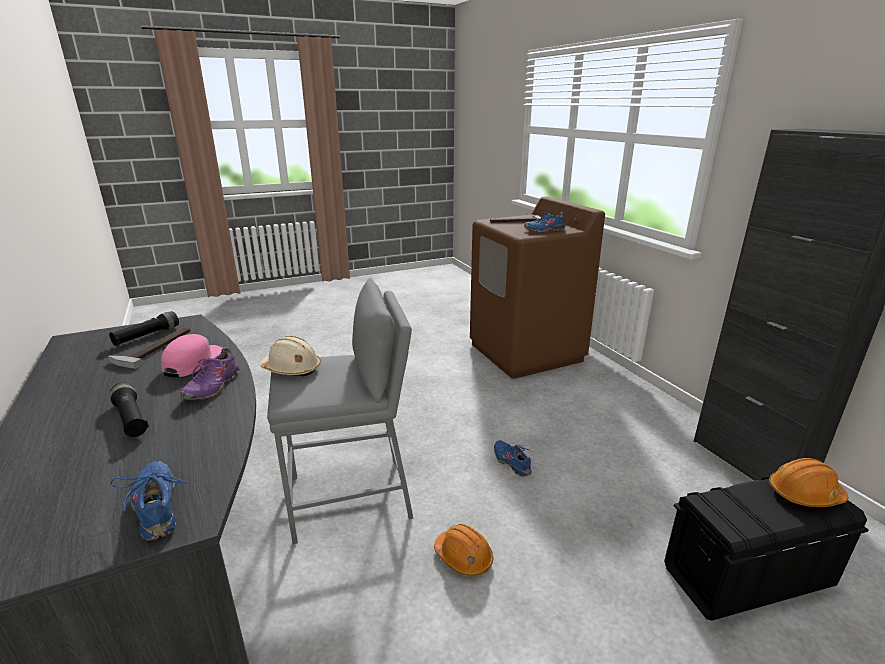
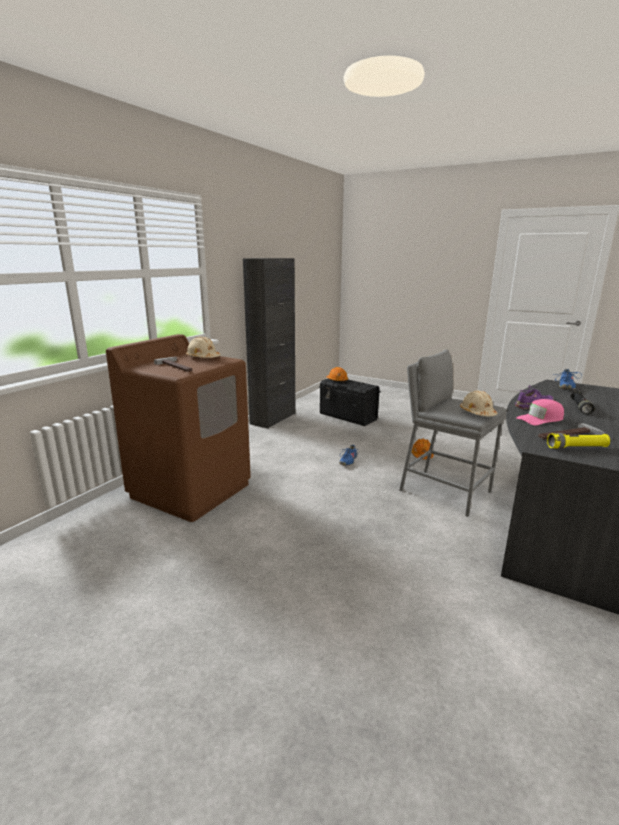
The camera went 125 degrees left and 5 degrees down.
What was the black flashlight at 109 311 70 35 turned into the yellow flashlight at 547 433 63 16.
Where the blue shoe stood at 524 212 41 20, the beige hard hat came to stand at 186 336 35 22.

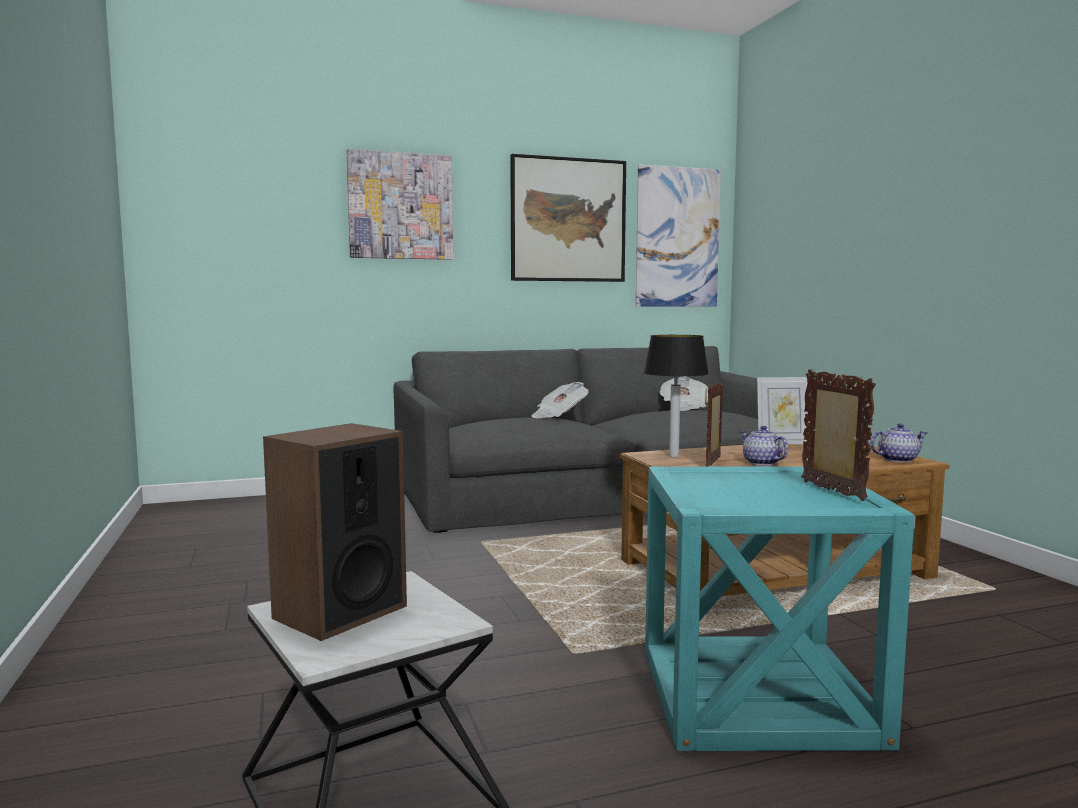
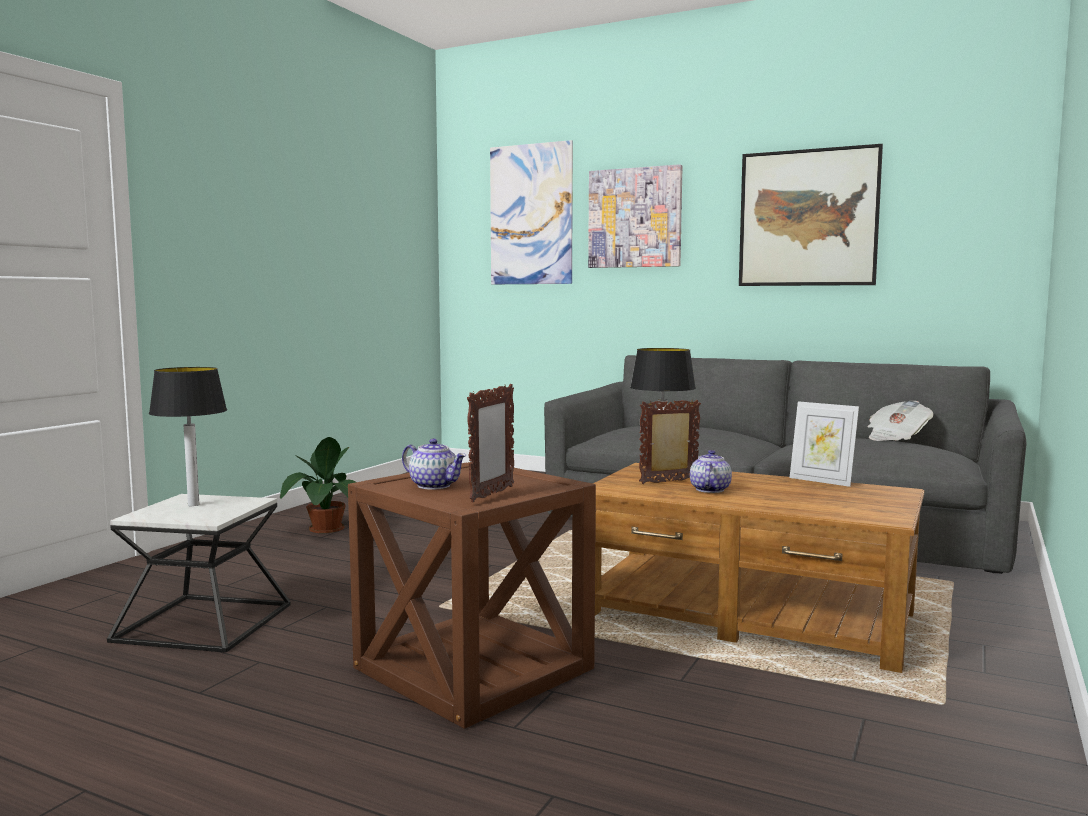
The camera went 45 degrees right and 0 degrees up.
Where the speaker stood at 263 423 144 218, the table lamp came to stand at 149 367 78 139.
The second view lost the newspaper at 531 382 58 36.
The picture ended up elsewhere, having gone from 636 164 85 143 to 490 140 83 144.
What was the turquoise side table at 645 466 269 285 turned into the brown side table at 348 462 248 267.
The teapot ended up elsewhere, having gone from 870 423 57 40 to 402 439 65 51.
The second view gained the potted plant at 280 437 76 96.

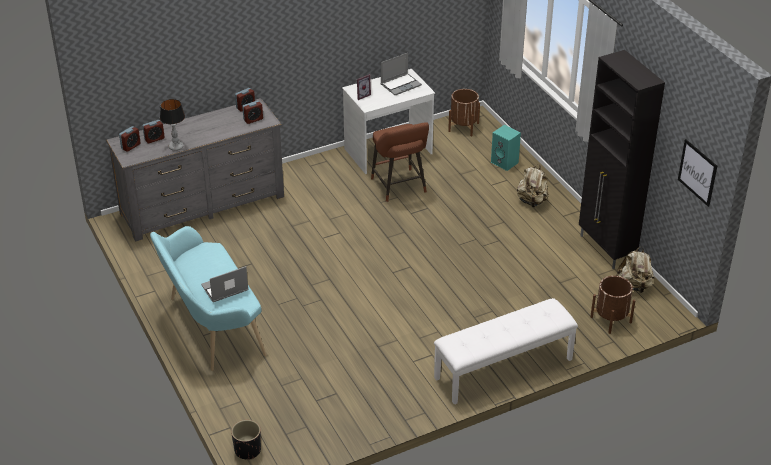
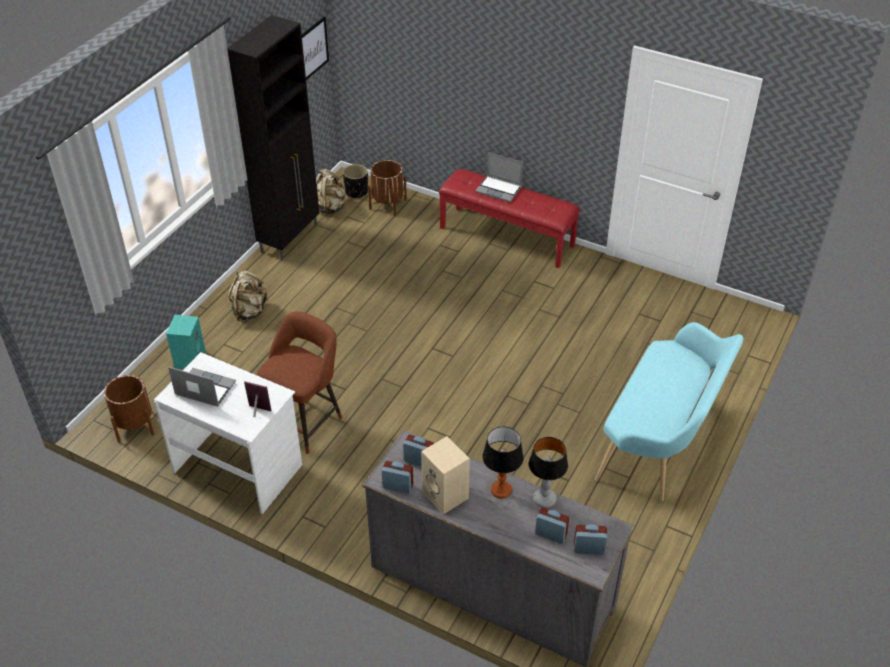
The camera went 125 degrees left and 5 degrees up.
The laptop ended up elsewhere, having gone from 201 266 48 36 to 475 152 48 50.
The black planter ended up elsewhere, having gone from 231 420 30 40 to 343 164 25 34.
What was the white bench at 434 298 144 106 turned into the red bench at 439 169 141 99.
The second view gained the beige speaker at 421 436 49 78.
The second view gained the table lamp at 482 427 42 71.

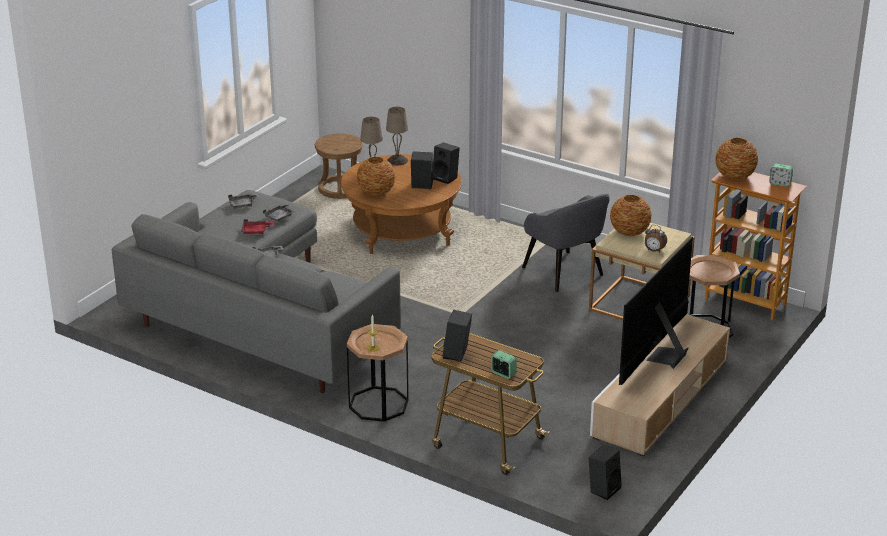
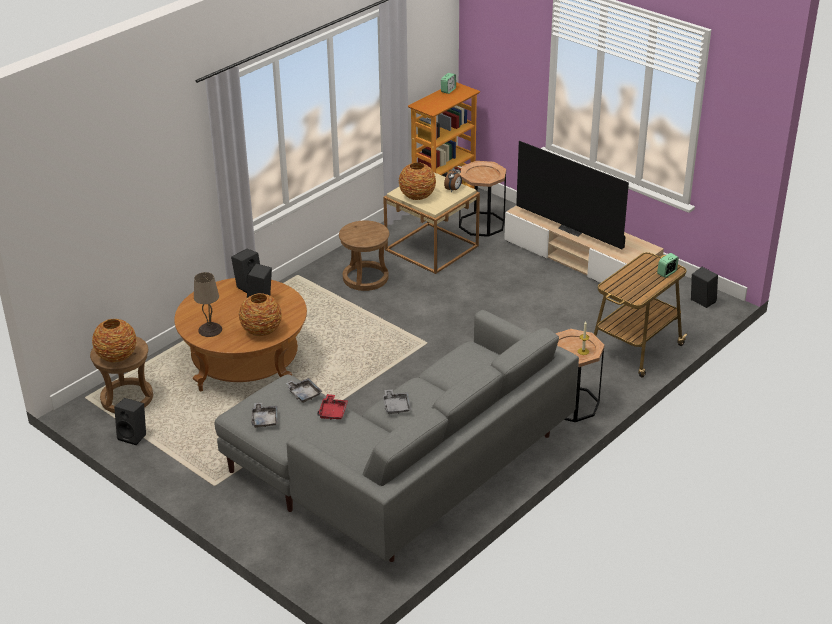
The camera went 80 degrees left and 5 degrees up.
The second view lost the beige table lamp at 386 107 22 58.
The black speaker ended up elsewhere, having gone from 442 309 30 52 to 114 398 32 47.
Where the grey armchair stood at 522 194 88 98, the brown stool came to stand at 339 221 50 70.
The vase ended up elsewhere, having gone from 715 138 43 42 to 92 319 45 43.

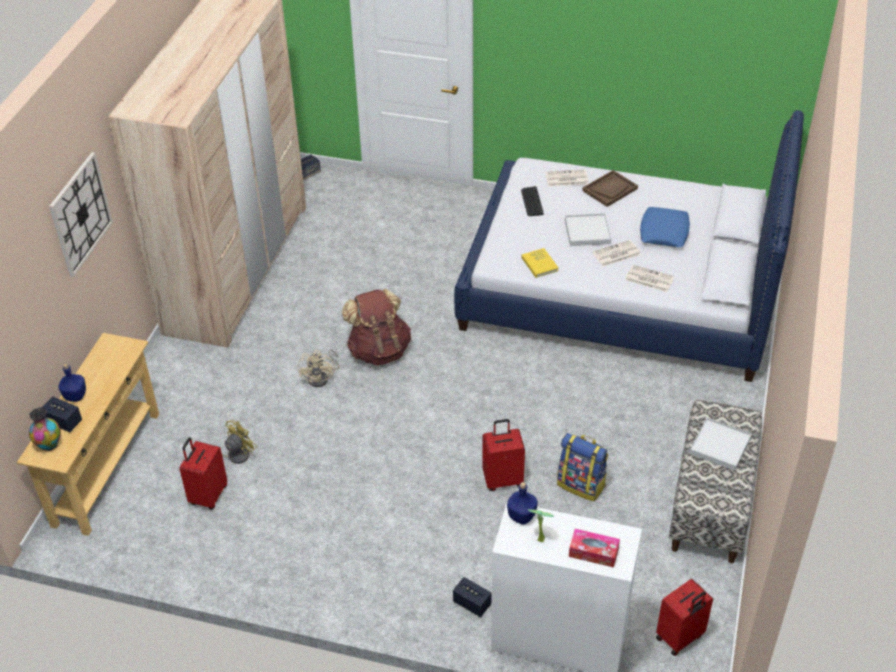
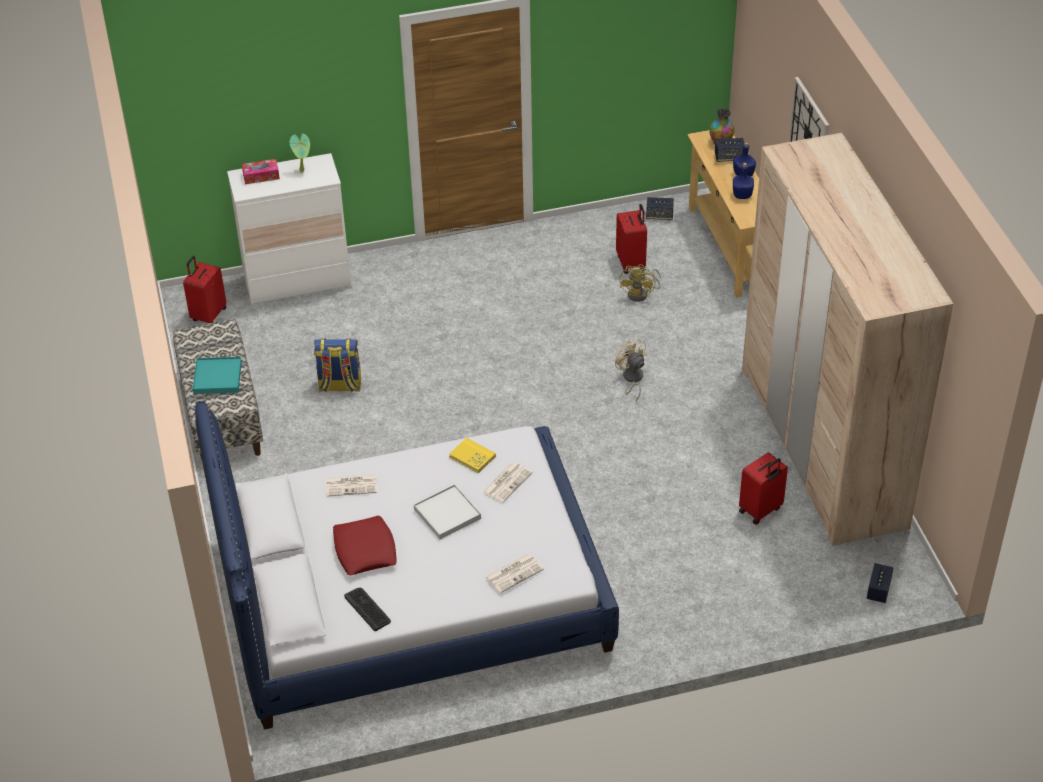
The camera went 150 degrees right and 0 degrees up.
The second view lost the brown backpack at 342 289 69 77.
The speaker ended up elsewhere, having gone from 453 577 39 40 to 646 197 28 23.
The red suitcase ended up elsewhere, having gone from 482 419 43 72 to 739 452 49 73.
The blue bottle ended up elsewhere, having gone from 507 482 31 43 to 733 163 21 36.
The keyboard ended up elsewhere, having gone from 521 186 23 30 to 344 588 47 43.
The second view lost the brown tray at 582 170 56 37.
The newspaper ended up elsewhere, having gone from 592 240 49 27 to 482 462 51 41.
What was the blue pillow at 640 207 50 41 turned into the red pillow at 333 516 64 60.
What was the white tray at 689 418 63 53 turned into the turquoise tray at 193 357 49 37.

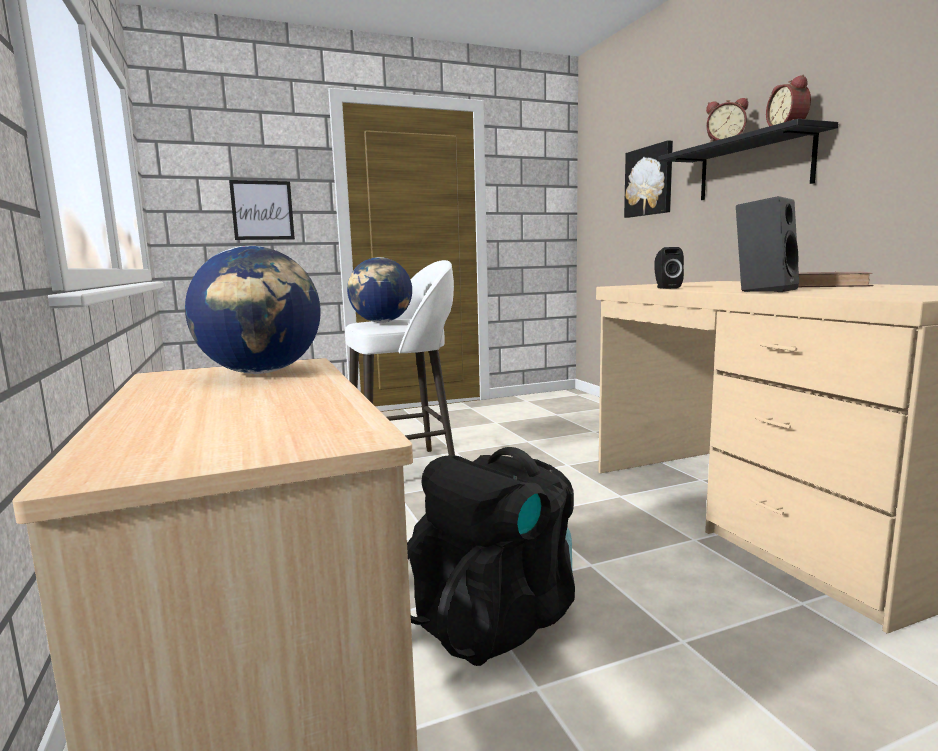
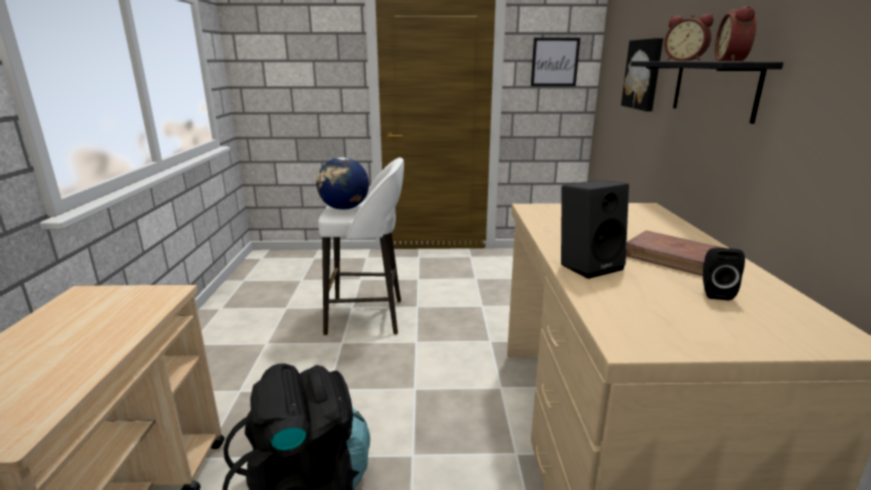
The camera went 20 degrees right and 10 degrees up.
The second view lost the globe at 185 246 136 128.
The picture ended up elsewhere, having gone from 229 180 66 60 to 531 38 49 48.
The black speaker ended up elsewhere, having gone from 654 247 30 42 to 703 248 42 53.

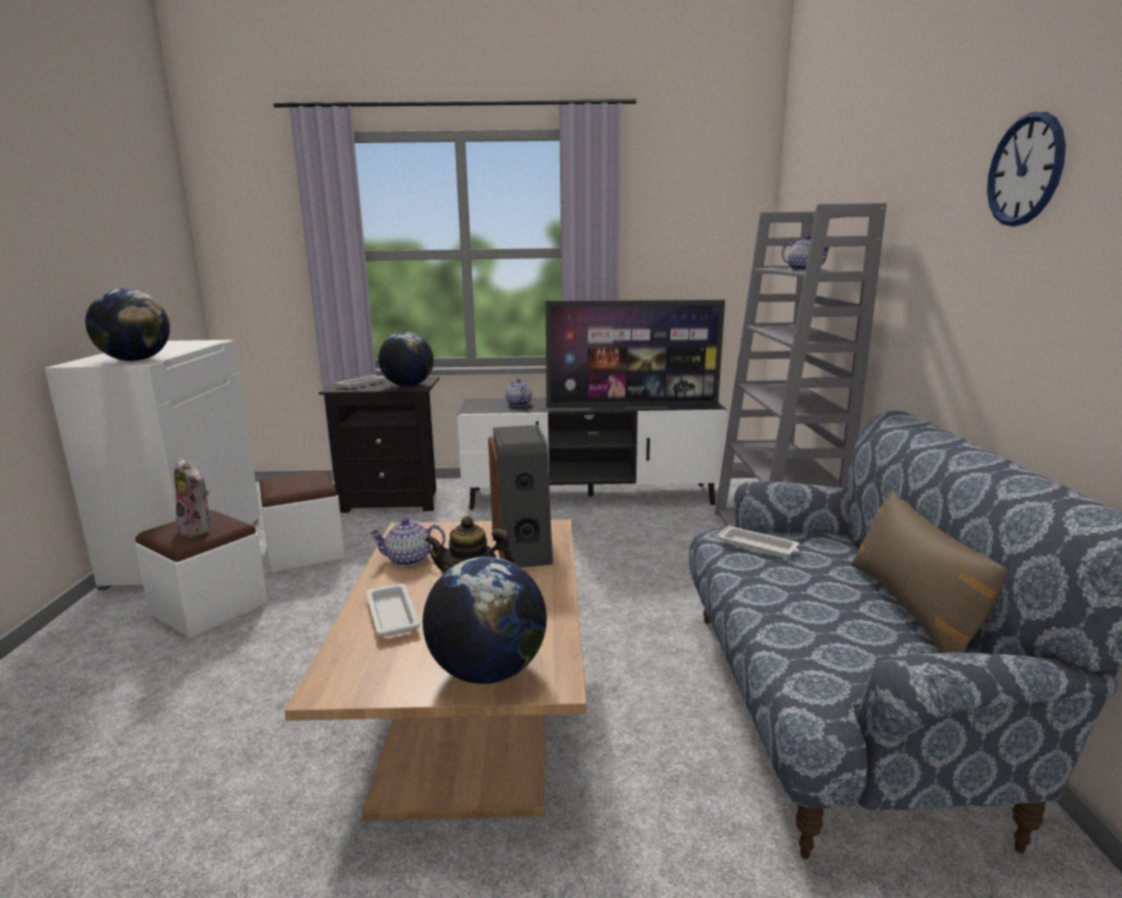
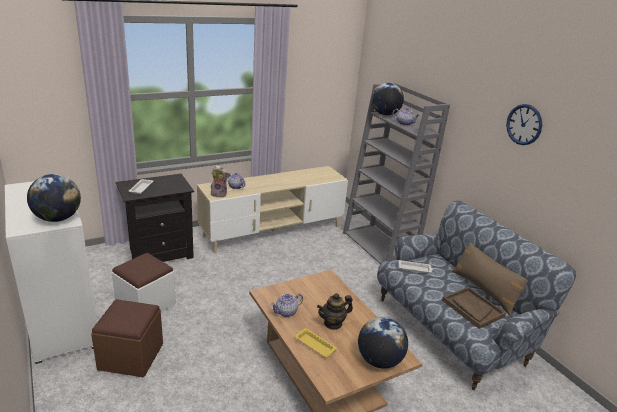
The camera went 30 degrees left and 10 degrees up.
What was the white ottoman at 135 510 134 129 turned into the brown ottoman at 91 299 72 78.
The plush toy ended up elsewhere, having gone from 174 458 37 79 to 211 165 19 33.
What was the white tray at 366 584 54 53 turned into the yellow tray at 295 328 42 30.
The globe ended up elsewhere, having gone from 378 332 56 55 to 372 83 32 32.
What was the black tv stand at 457 398 271 112 turned into the beige tv stand at 197 166 151 87.
The second view lost the speaker at 488 425 65 142.
The second view lost the television at 546 300 179 108.
The second view gained the brown tray at 442 287 64 42.

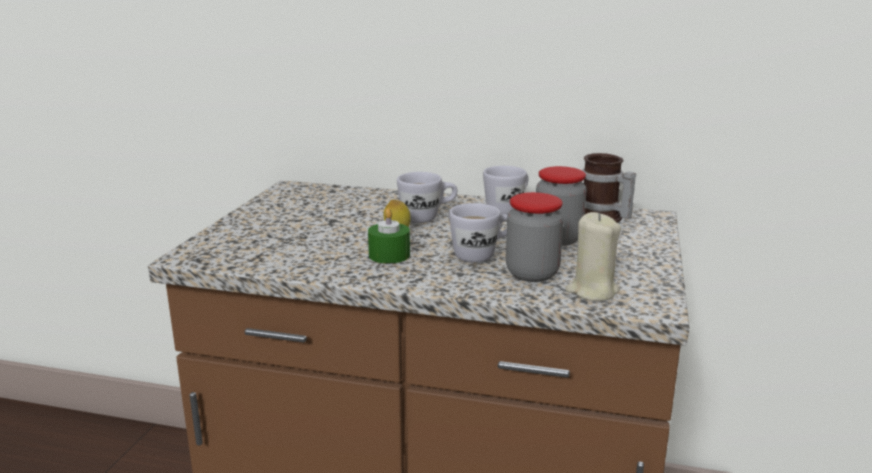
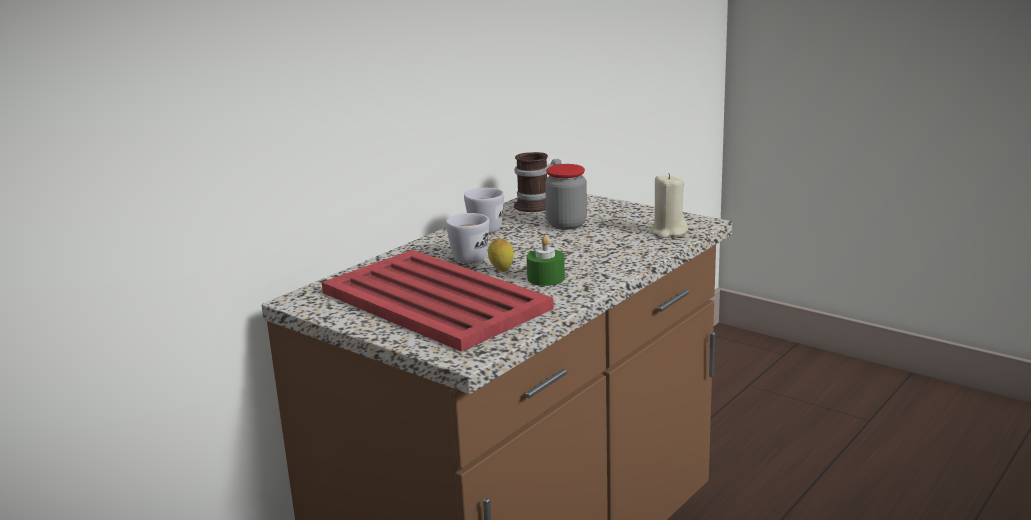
The camera went 65 degrees left and 0 degrees up.
The second view lost the white mug at 449 203 58 60.
The second view lost the jar at 506 192 58 90.
The second view gained the red tray at 322 250 232 102.

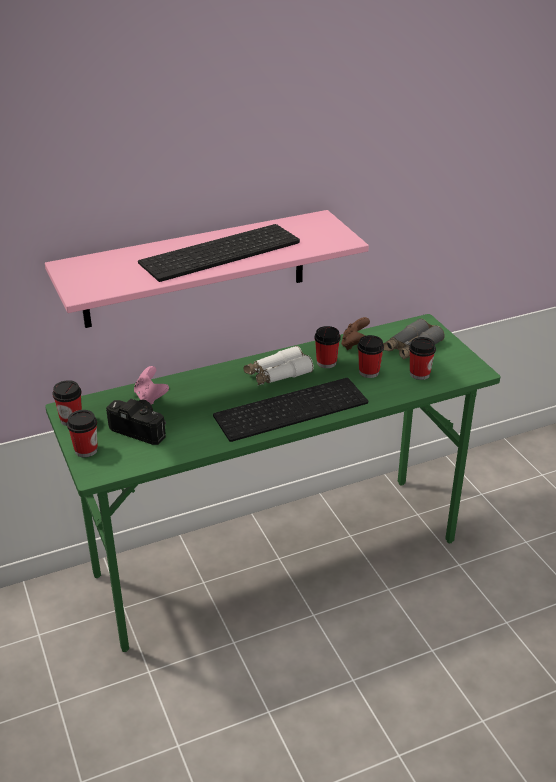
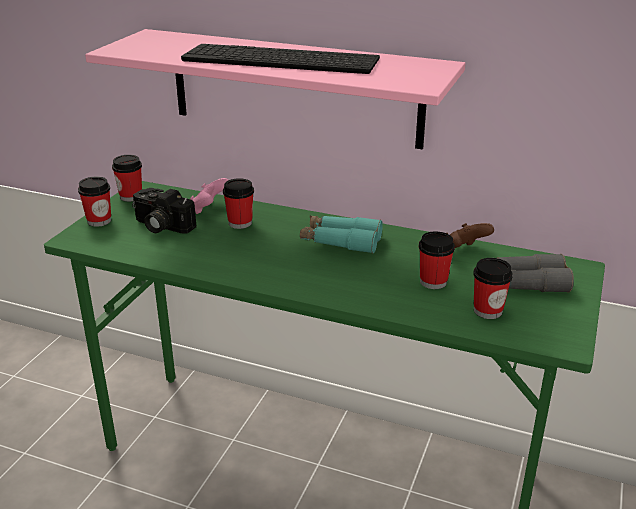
The camera went 45 degrees right and 5 degrees down.
The photo camera at 106 399 60 46 ended up facing another way, 135 degrees clockwise from before.
The second view lost the keyboard at 213 378 155 64.
What was the white binoculars at 244 346 70 39 turned into the turquoise binoculars at 300 216 83 38.
The cup ended up elsewhere, having gone from 314 326 27 42 to 223 178 31 51.

